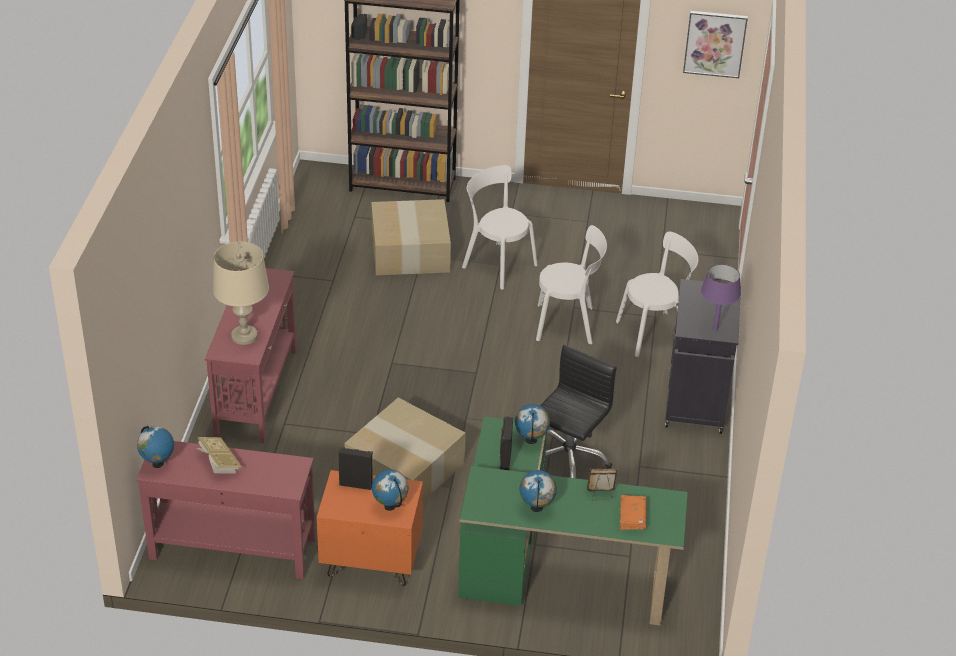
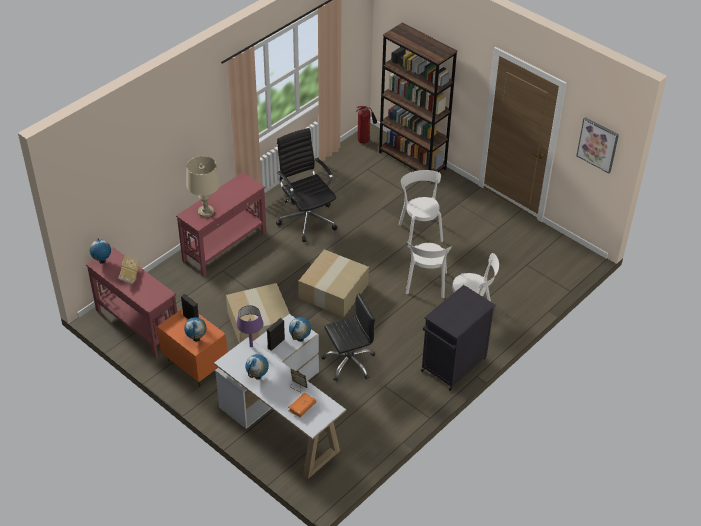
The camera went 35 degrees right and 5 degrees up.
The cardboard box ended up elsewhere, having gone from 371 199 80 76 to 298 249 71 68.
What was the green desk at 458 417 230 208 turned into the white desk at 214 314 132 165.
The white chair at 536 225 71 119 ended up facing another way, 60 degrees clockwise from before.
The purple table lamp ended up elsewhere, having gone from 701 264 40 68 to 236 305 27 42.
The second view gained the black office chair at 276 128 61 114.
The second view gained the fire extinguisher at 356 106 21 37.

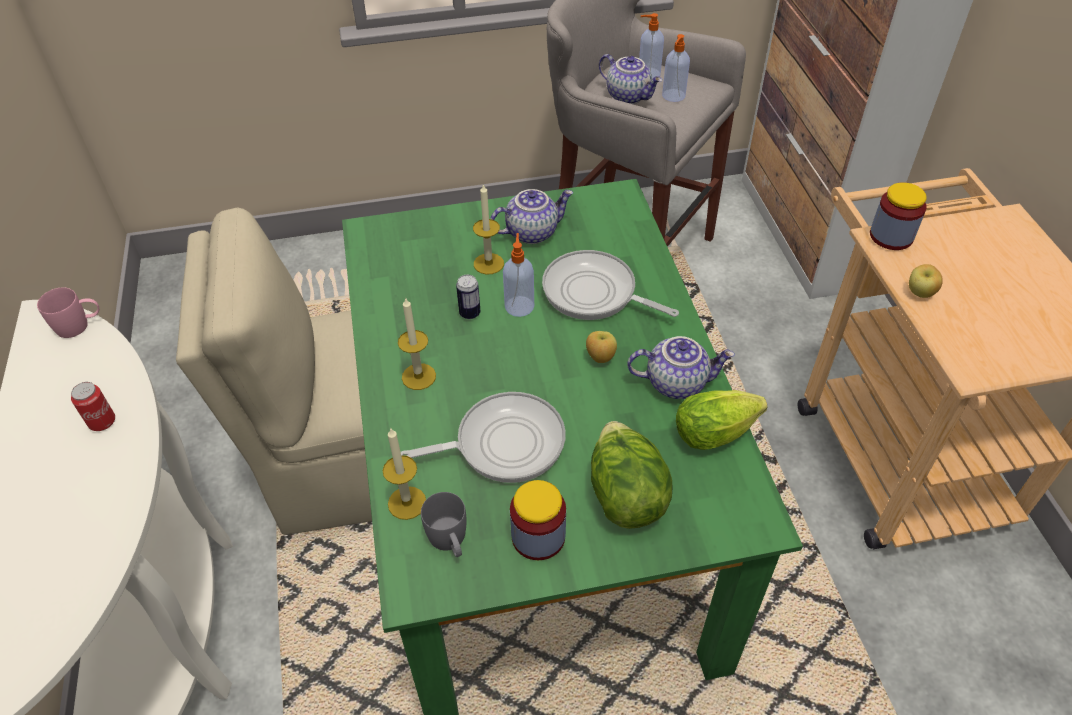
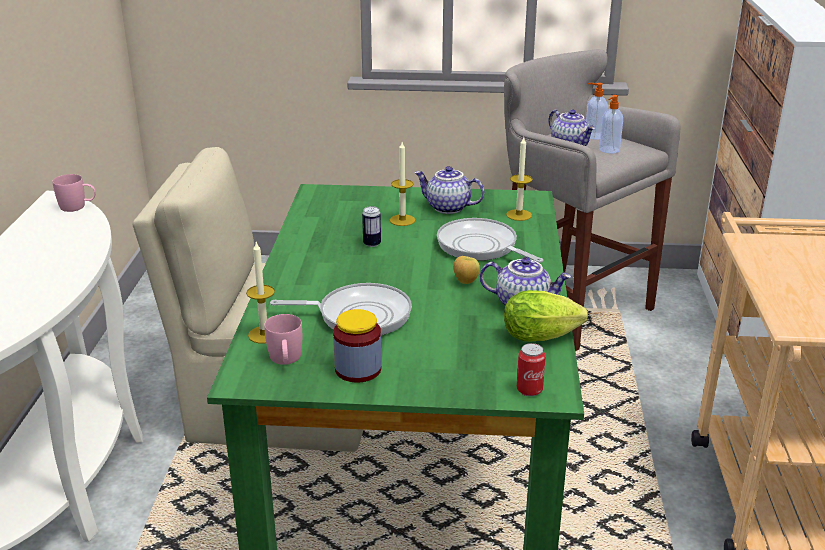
The camera went 15 degrees right and 20 degrees down.
The can ended up elsewhere, having gone from 71 382 44 49 to 517 343 29 53.
The candle ended up elsewhere, having gone from 398 297 38 93 to 506 137 26 84.
What was the grey mug at 421 492 46 65 turned into the pink mug at 264 314 38 51.
The teapot at 490 189 83 55 ended up facing another way, 150 degrees counterclockwise from before.
The second view lost the soap dispenser at 503 233 31 84.
The second view lost the lettuce at 591 421 82 108.
The second view lost the jar at 870 182 57 68.
The second view lost the apple at 909 264 34 34.

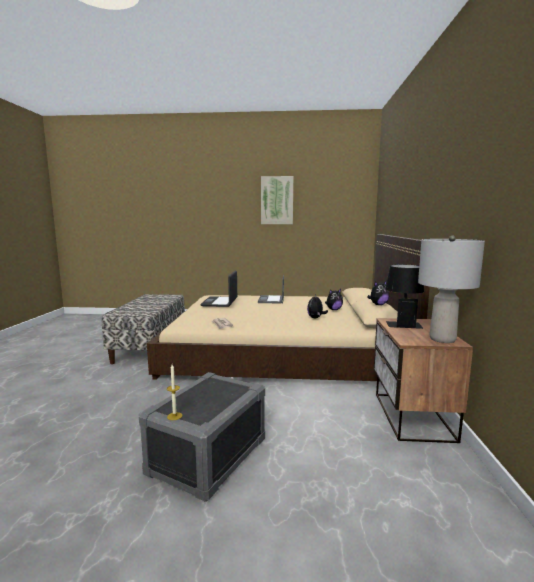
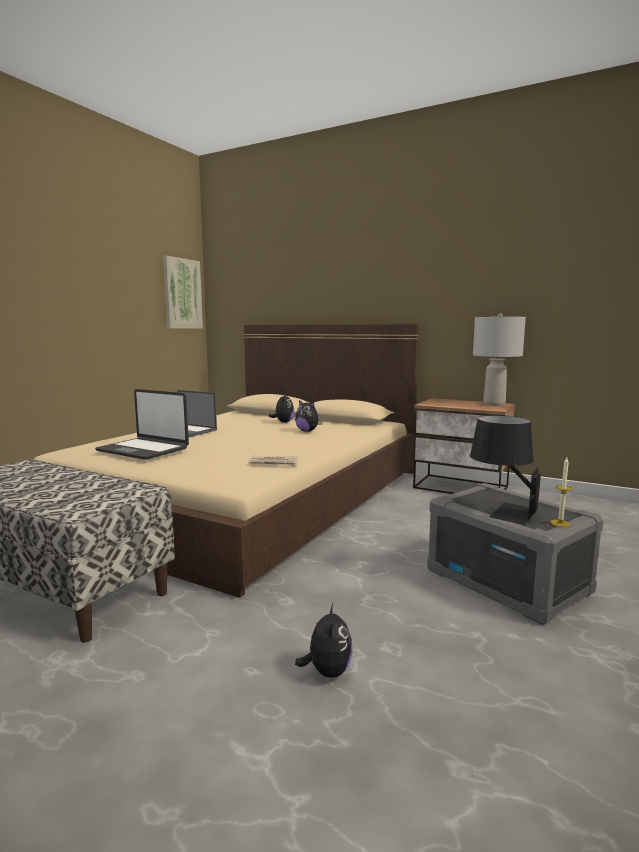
The camera went 65 degrees left and 0 degrees up.
The picture ended up elsewhere, having gone from 261 176 32 48 to 163 256 40 73.
The plush toy ended up elsewhere, having gone from 367 281 22 24 to 295 603 58 75.
The black table lamp ended up elsewhere, having gone from 385 264 39 65 to 470 415 71 110.

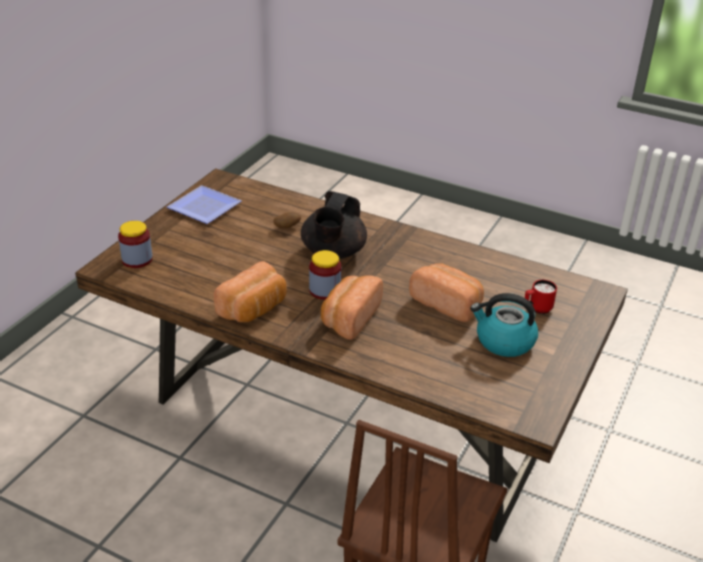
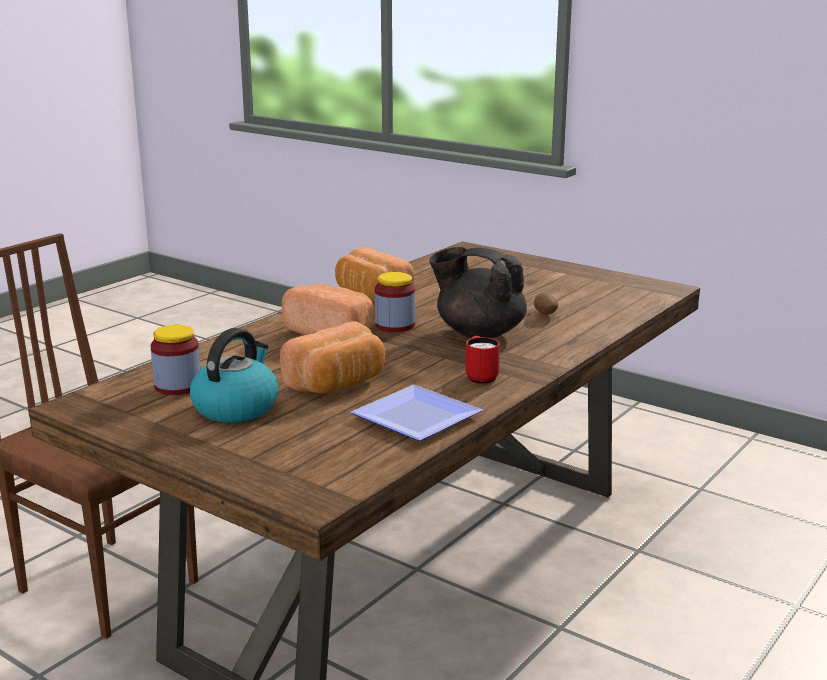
The camera went 100 degrees right and 15 degrees down.
The jar ended up elsewhere, having gone from 118 221 35 47 to 151 325 50 70.
The plate ended up elsewhere, having gone from 167 185 75 39 to 350 385 133 56.
The red mug ended up elsewhere, having gone from 525 280 32 34 to 465 336 35 48.

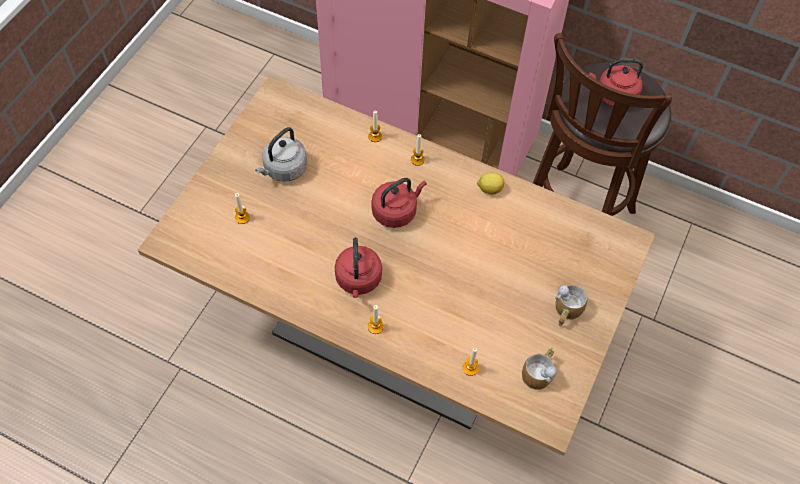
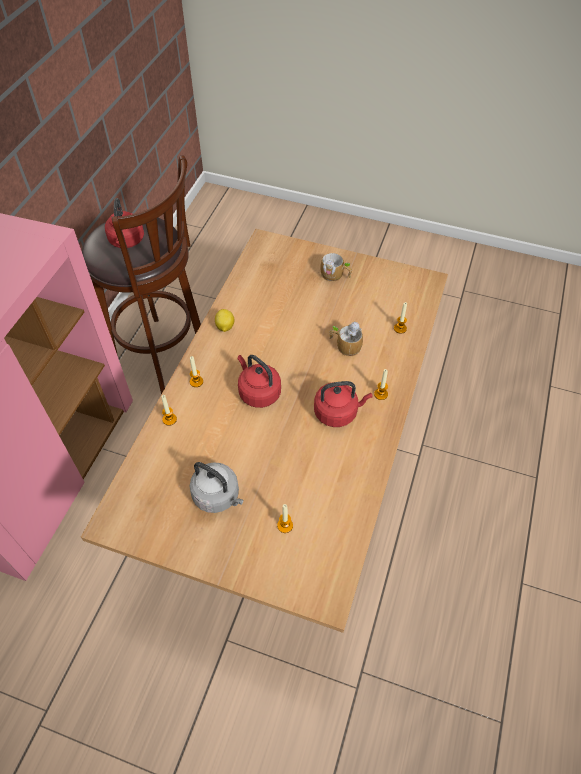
The camera went 95 degrees left and 5 degrees down.
The mug ended up elsewhere, having gone from 522 348 35 42 to 329 321 34 35.

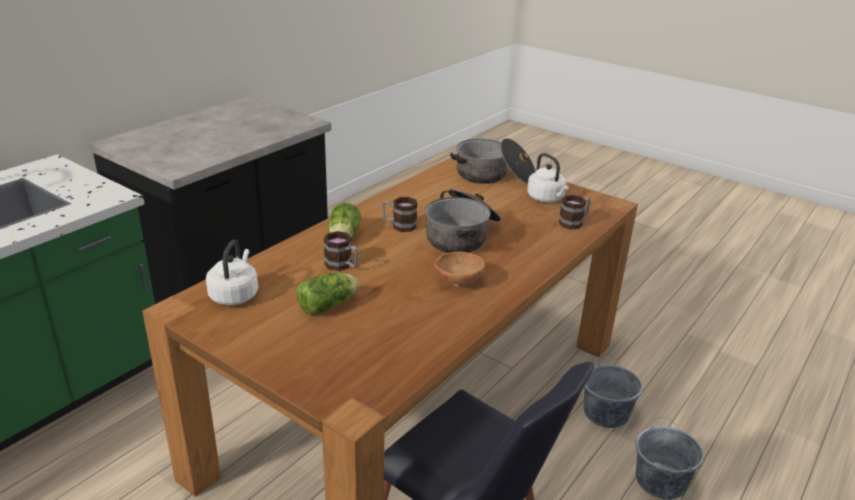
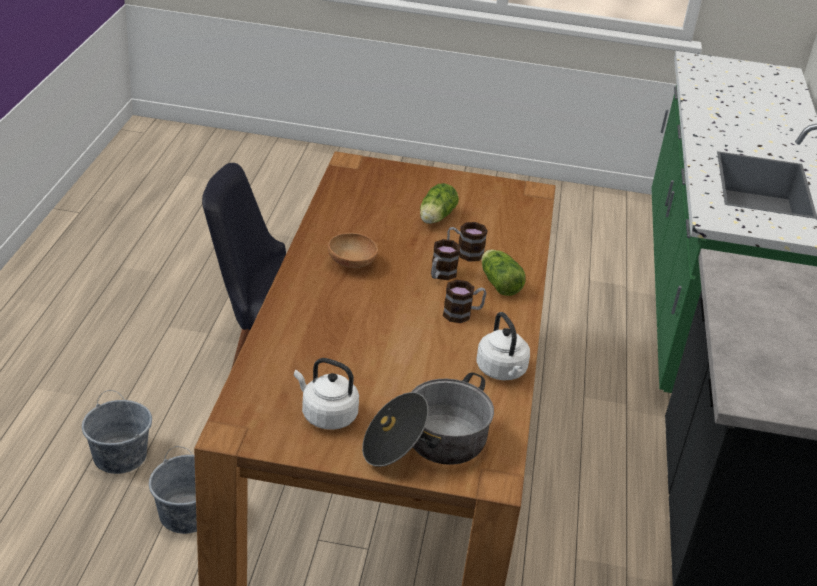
The camera went 150 degrees right and 5 degrees up.
The white kettle ended up elsewhere, having gone from 206 240 52 65 to 476 312 54 68.
The second view lost the cooking pot at 425 189 76 64.
The mug ended up elsewhere, having gone from 558 195 33 34 to 431 239 29 41.

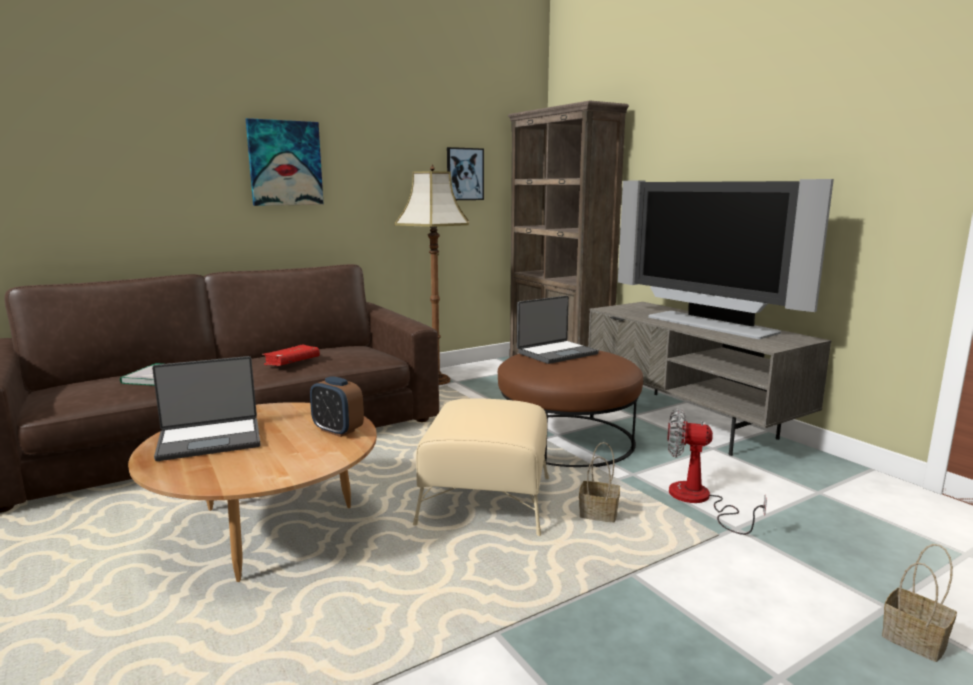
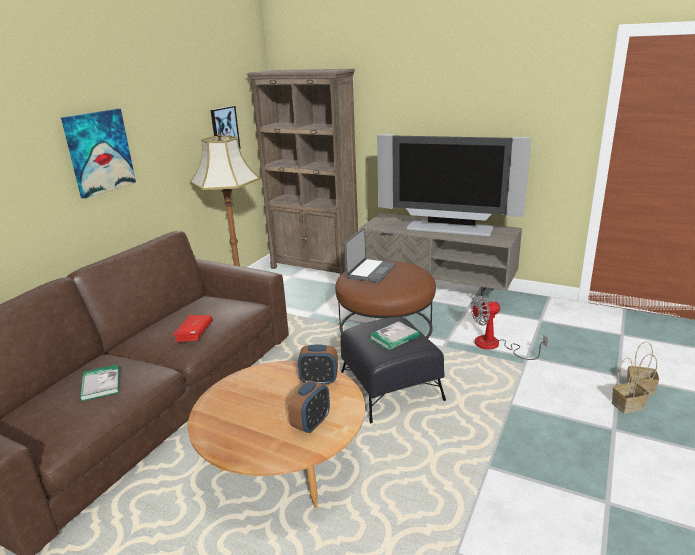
The camera went 30 degrees left and 10 degrees up.
The second view lost the laptop at 152 356 109 105.
What was the beige ottoman at 413 398 136 138 turned into the black ottoman at 340 317 106 106.
The basket ended up elsewhere, having gone from 579 442 41 80 to 612 357 38 57.
The second view gained the alarm clock at 288 380 42 53.
The second view gained the book at 369 321 51 29.

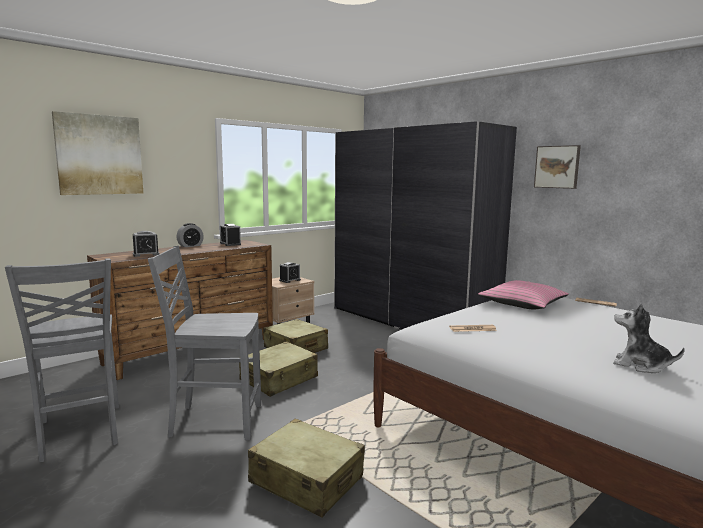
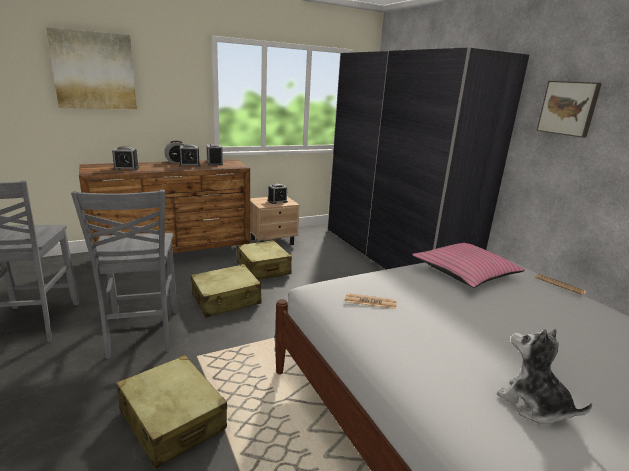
The camera went 15 degrees right and 10 degrees up.
The grey chair at 148 246 113 194 ended up facing another way, 120 degrees counterclockwise from before.
The second view gained the alarm clock at 179 144 21 23.

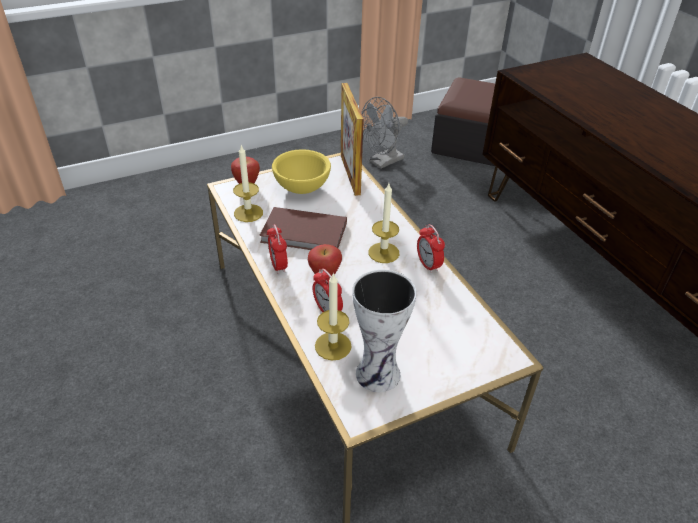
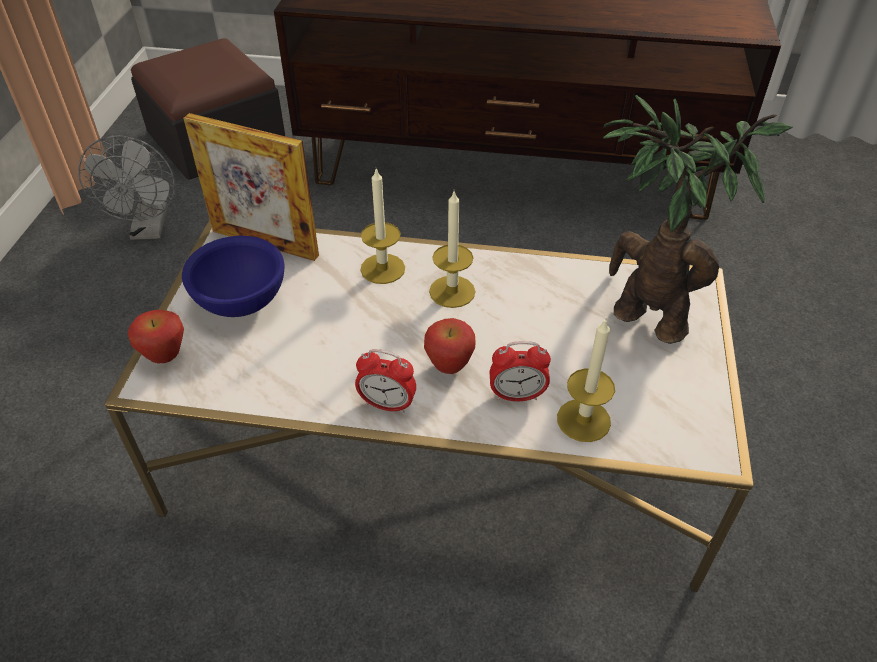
The camera went 55 degrees left and 5 degrees up.
The candle ended up elsewhere, having gone from 233 145 30 77 to 361 168 44 116.
The second view lost the brown book at 259 207 88 43.
What was the yellow bowl at 272 149 59 45 turned into the blue bowl at 182 236 102 81.
The second view lost the vase at 352 270 65 122.
The second view lost the alarm clock at 417 224 28 49.
The second view gained the potted plant at 603 95 190 249.

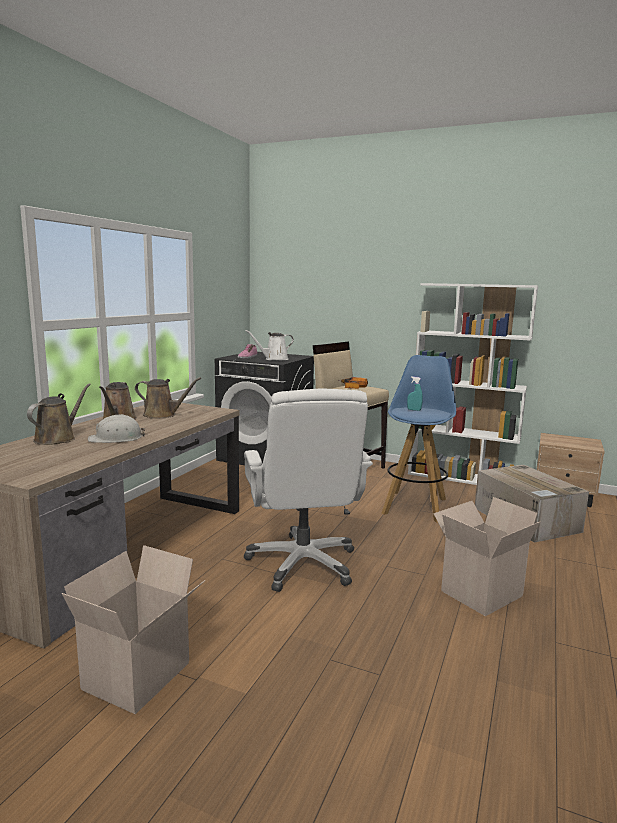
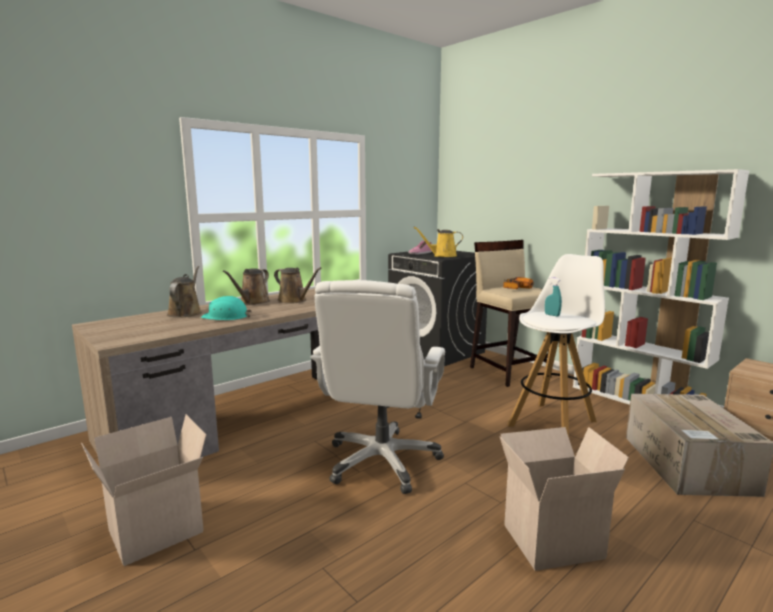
The camera went 25 degrees right and 0 degrees up.
The brown watering can at 27 383 64 62 ended up facing another way, 45 degrees counterclockwise from before.
What was the white hard hat at 88 414 57 29 turned into the turquoise hard hat at 201 296 51 24.
What was the white watering can at 245 330 49 30 turned into the yellow watering can at 413 227 50 30.
What was the blue stool at 382 355 74 168 turned into the white stool at 507 254 98 183.

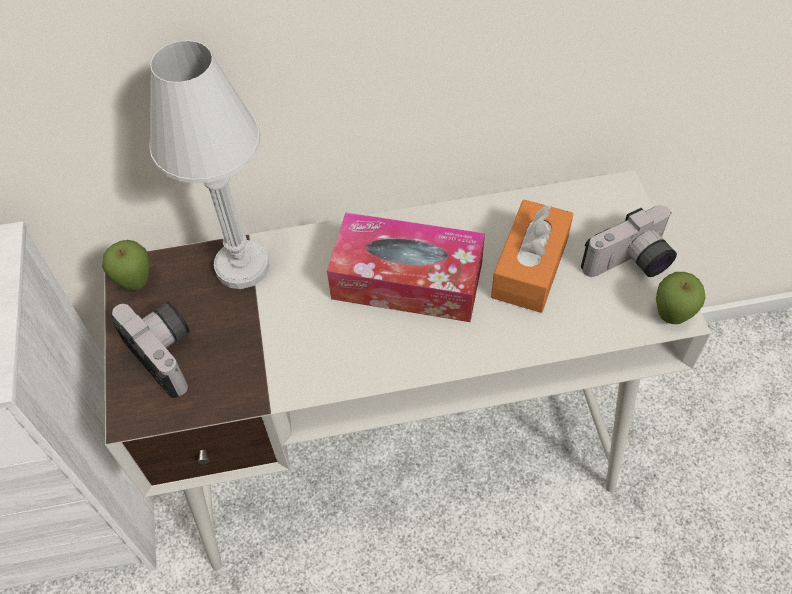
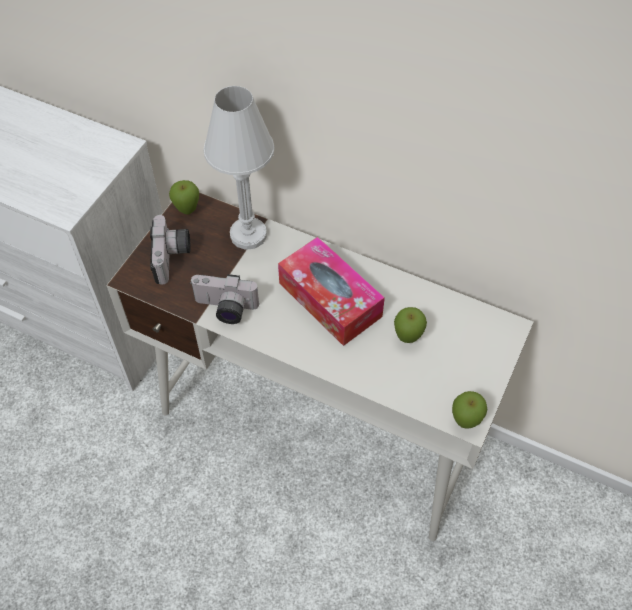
The camera went 35 degrees right and 0 degrees up.
Where the orange tissue box stood at 491 200 82 113, the apple came to stand at 394 307 33 36.
The photo camera ended up elsewhere, having gone from 581 205 96 72 to 190 274 69 50.

